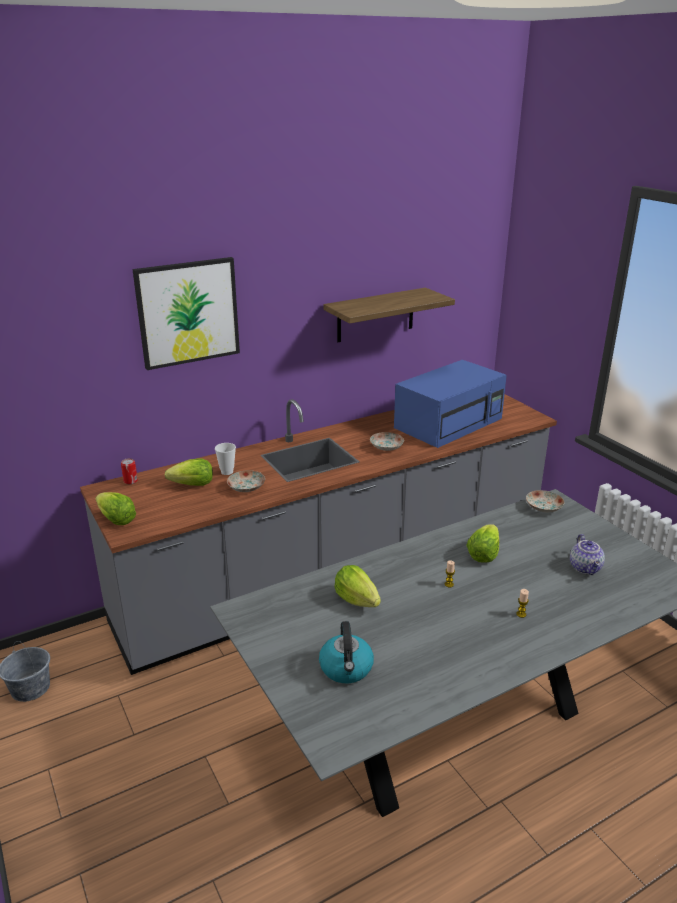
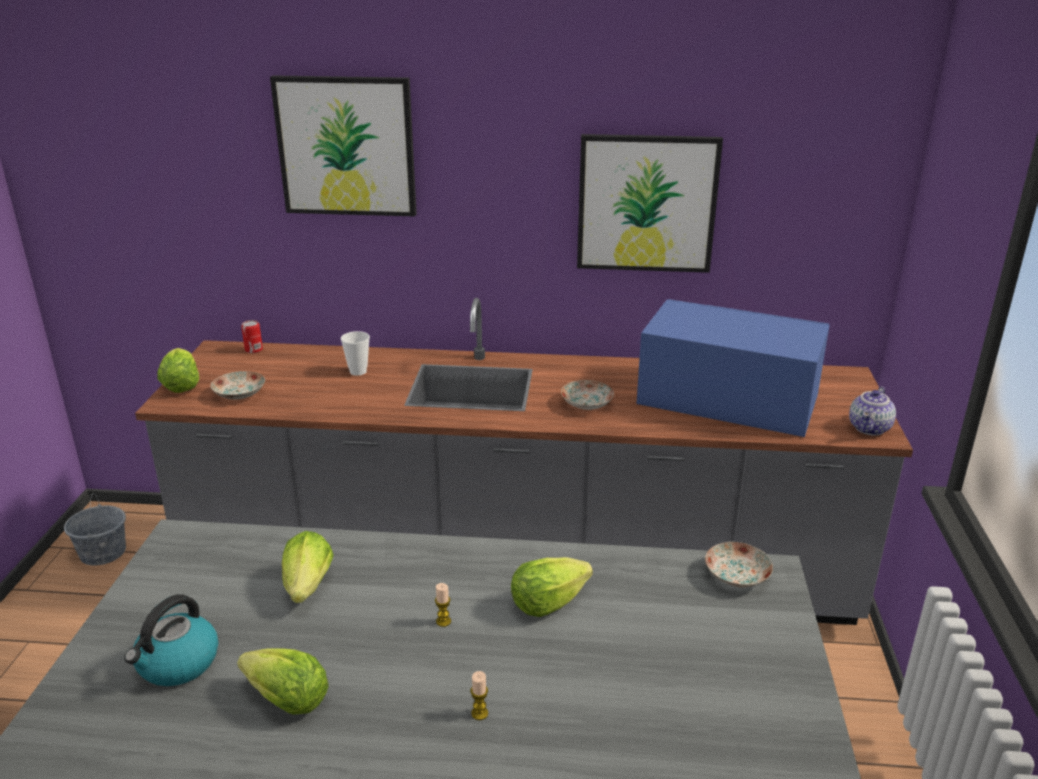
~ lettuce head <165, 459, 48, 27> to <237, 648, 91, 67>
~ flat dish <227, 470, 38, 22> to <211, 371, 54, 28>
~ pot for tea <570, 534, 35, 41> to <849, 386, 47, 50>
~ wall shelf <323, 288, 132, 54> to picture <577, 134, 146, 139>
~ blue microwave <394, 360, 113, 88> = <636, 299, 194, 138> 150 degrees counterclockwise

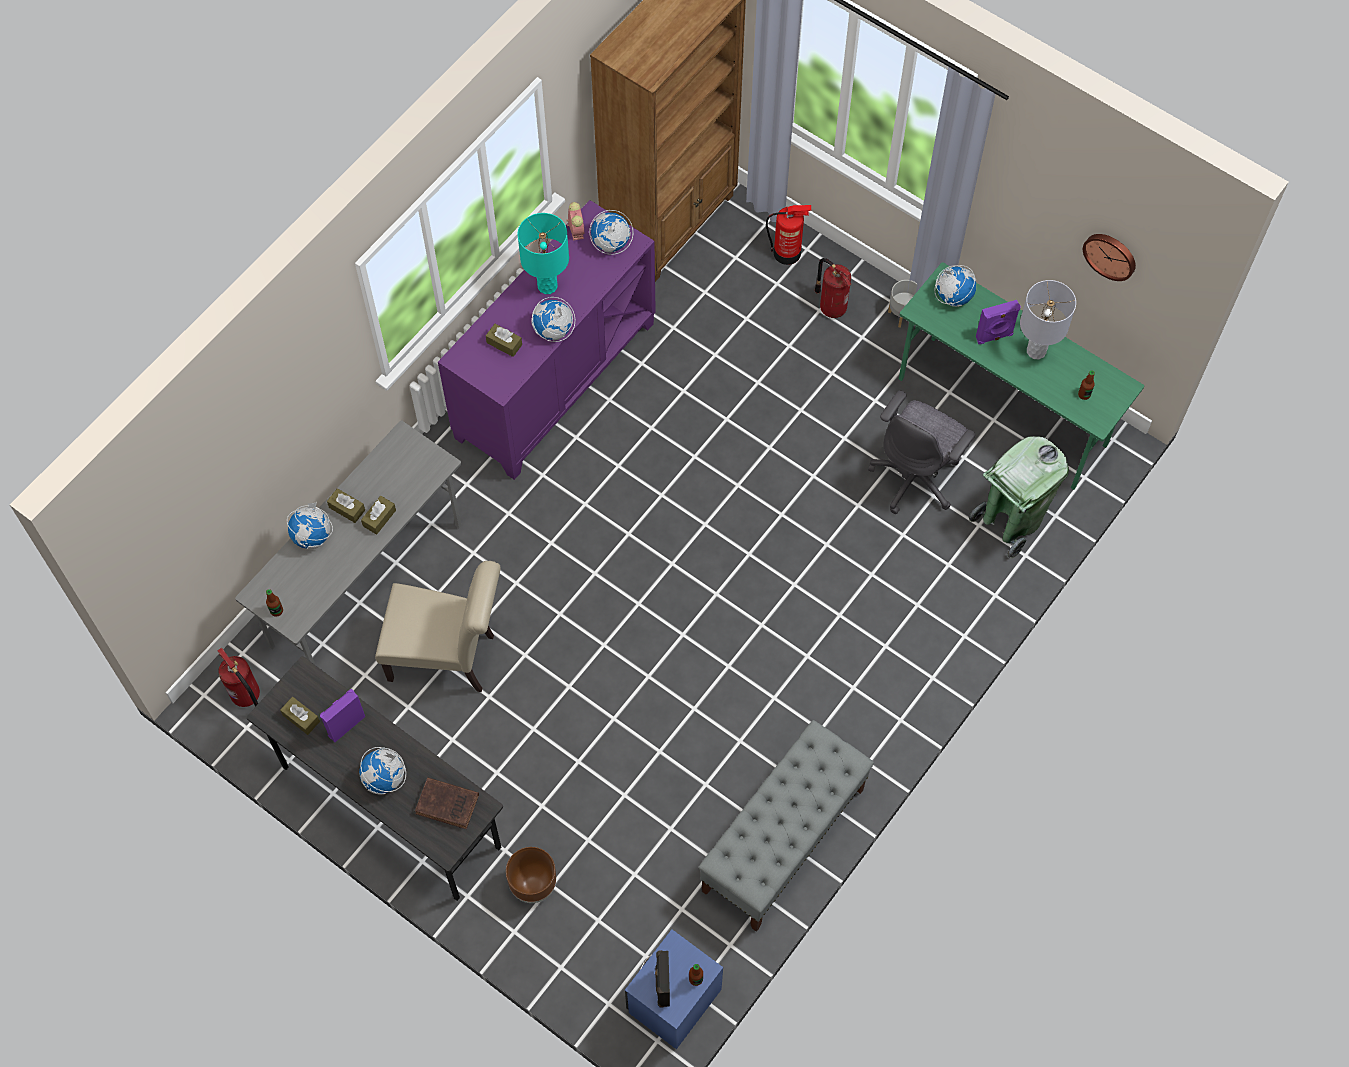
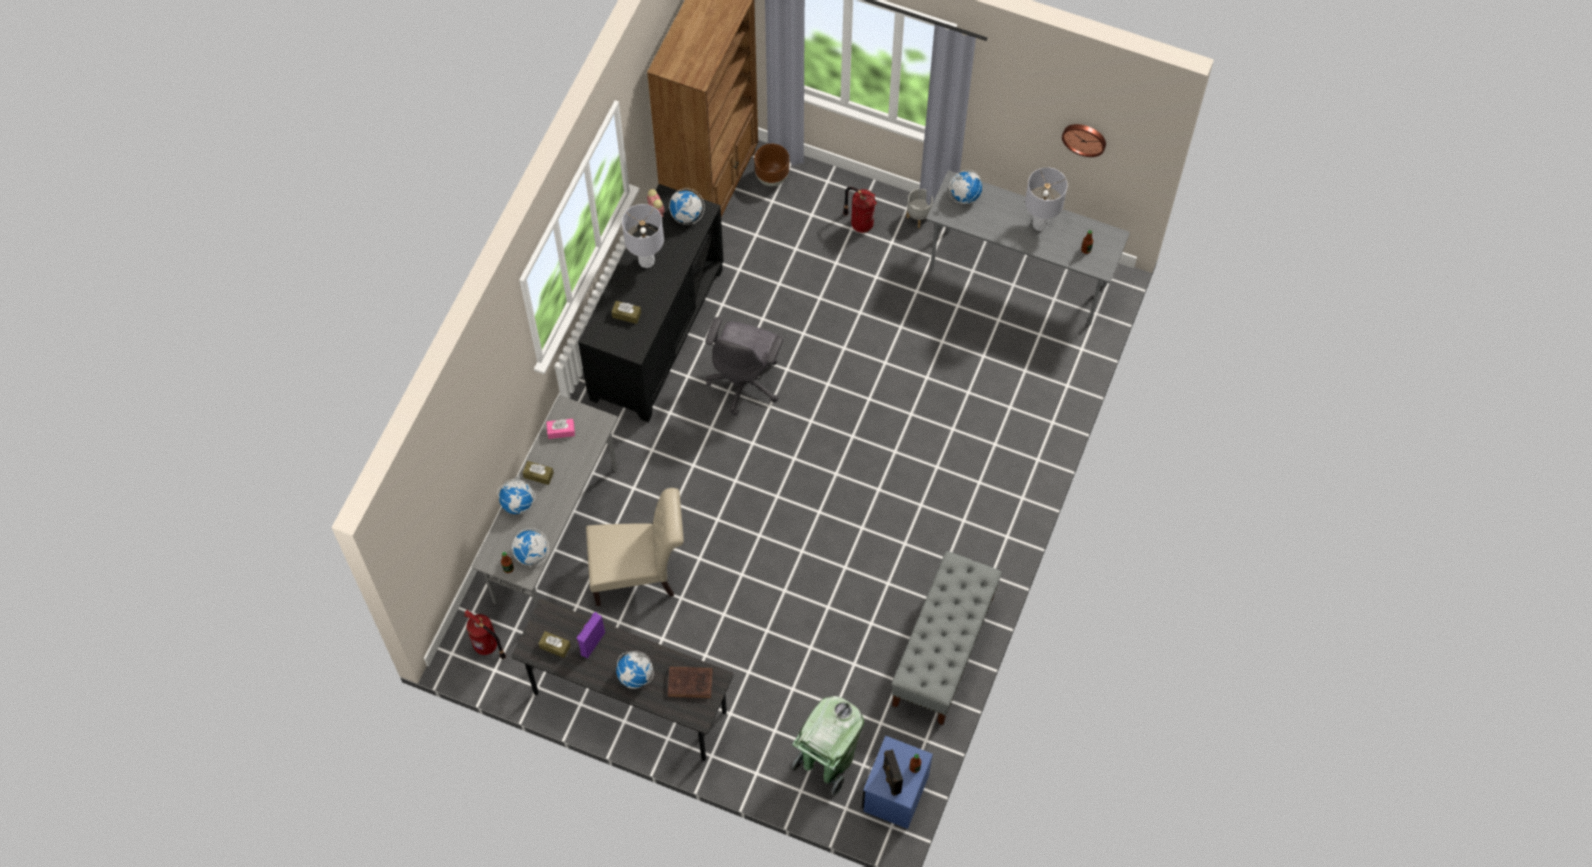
- brownish tissue box <361, 496, 35, 39>
- fire-fighting cylinder <766, 205, 45, 60>
- purple-coloured audio speaker <976, 300, 45, 44>
+ pink tissue box <546, 419, 29, 20>
~ brownish flower pot <506, 847, 50, 56> to <754, 144, 35, 42>
~ desk globe <531, 297, 44, 45> to <512, 528, 37, 38>
~ grey computer chair <868, 390, 108, 124> to <705, 317, 79, 98>
~ green trash can <969, 436, 100, 122> to <791, 696, 73, 100>
~ purple-coloured cupboard <438, 200, 218, 280> to blackish cupboard <578, 184, 146, 238>
~ blue-green lamp for a table <517, 213, 52, 81> to grey lamp for a table <622, 204, 42, 64>
~ green desk <899, 262, 245, 228> to grey desk <927, 170, 203, 155>

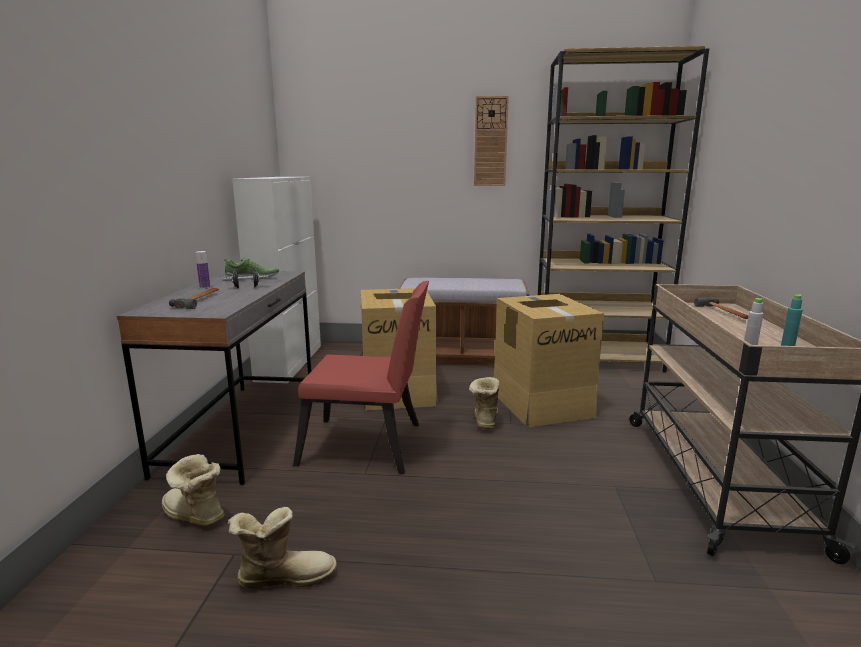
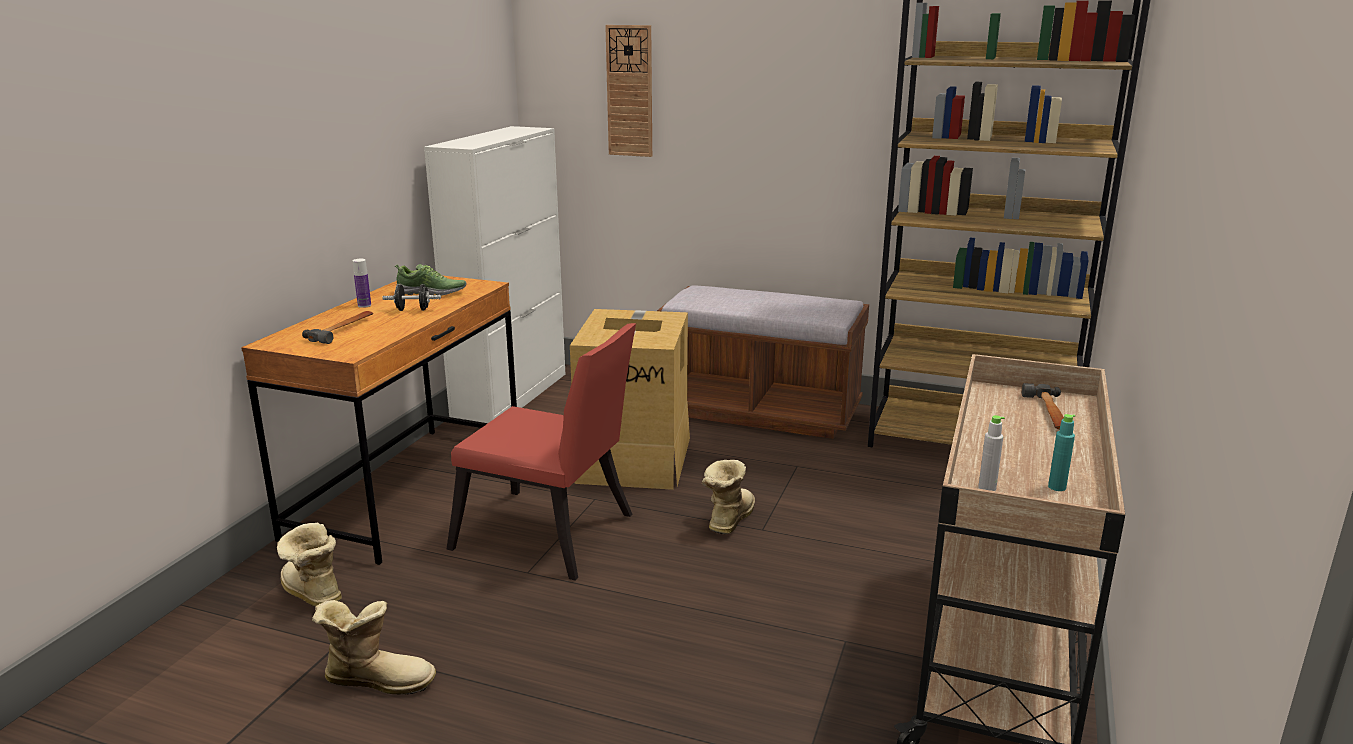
- cardboard box <494, 294, 110, 133>
~ hanging clock <474, 96, 35, 90> to <605, 25, 47, 132>
~ grey desk <117, 271, 194, 214> to brownish desk <241, 276, 276, 289>

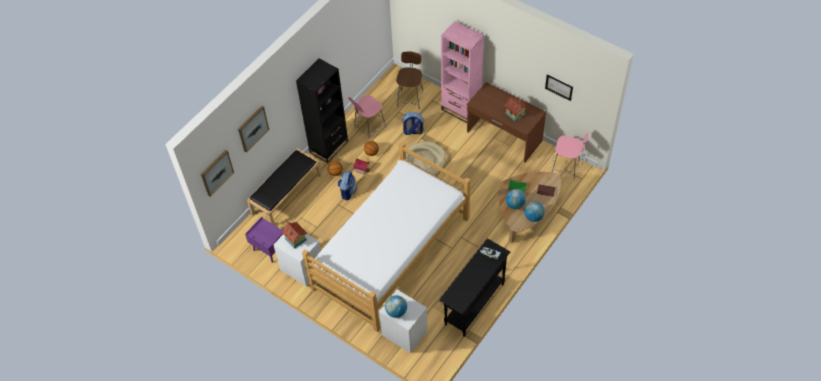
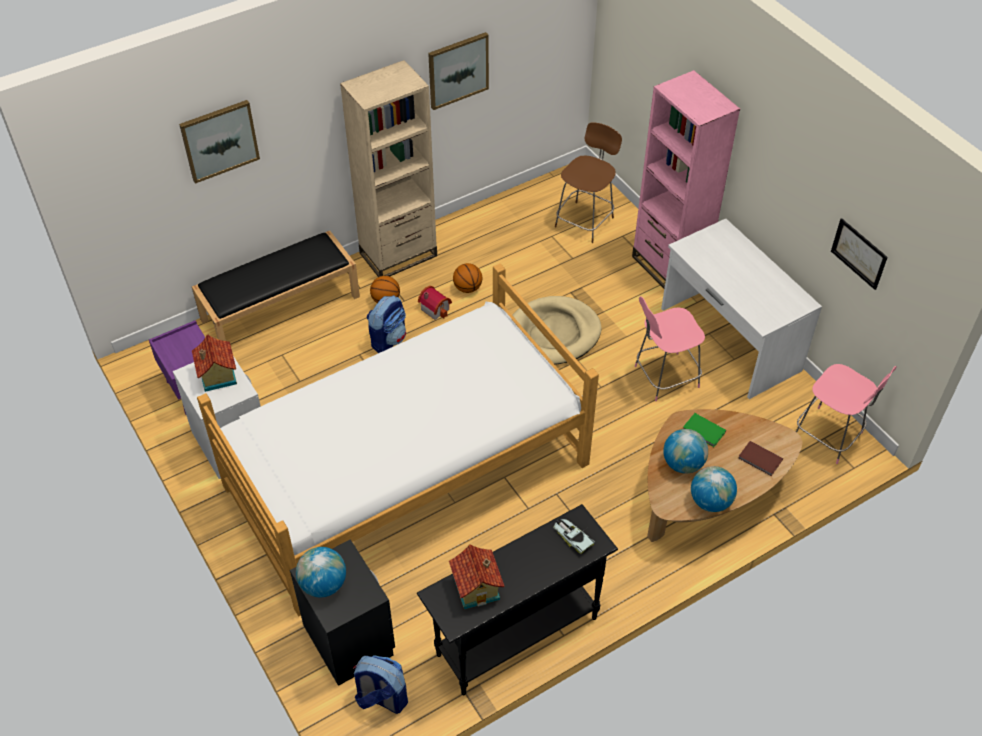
~ picture <201, 150, 33, 47> to <428, 32, 61, 78>
~ pink chair <348, 95, 38, 45> to <635, 296, 70, 105>
~ knapsack <402, 112, 22, 23> to <353, 655, 55, 59>
~ model house <504, 97, 24, 25> to <449, 544, 55, 65>
~ blackish bookshelf <296, 58, 52, 105> to sand-coloured bookshelf <340, 60, 97, 217>
~ white-coloured night table <379, 289, 49, 64> to blackish night table <290, 539, 105, 147>
~ brownish desk <467, 82, 79, 81> to white-coloured desk <661, 219, 161, 180>

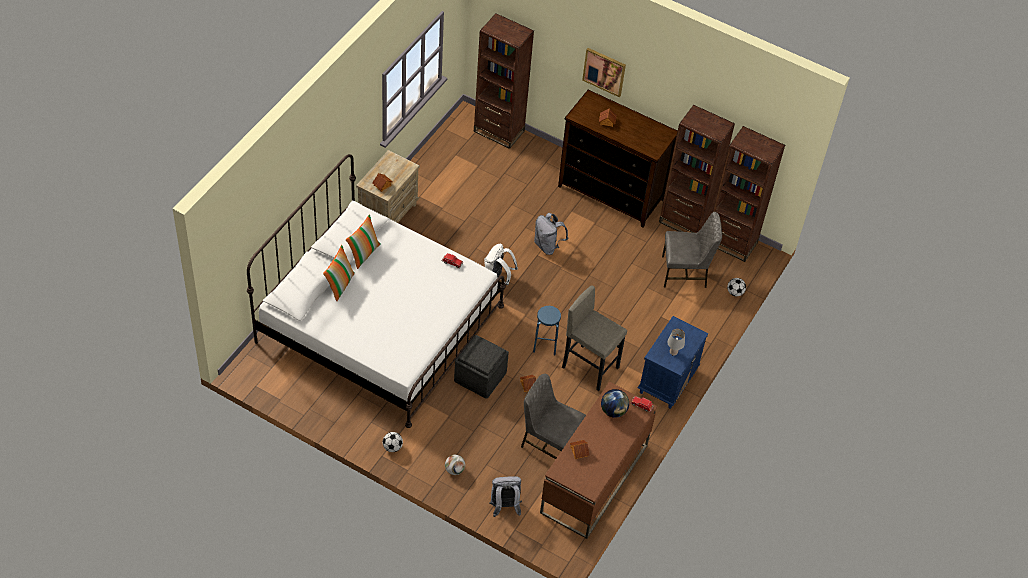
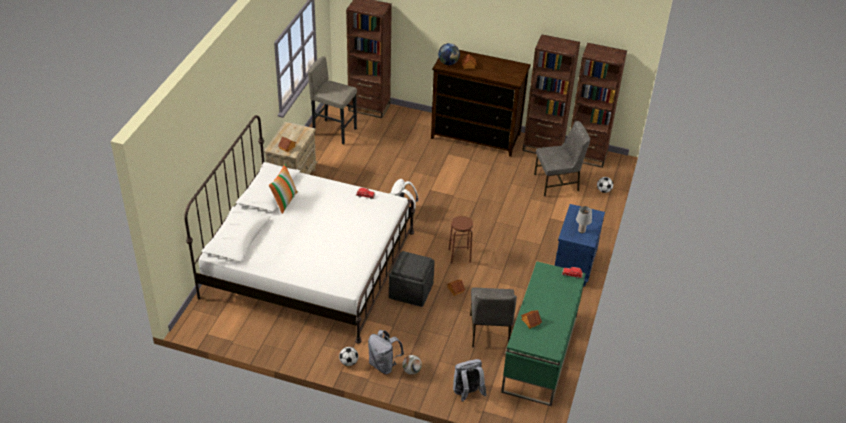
- cushion <323, 245, 32, 56>
- picture <582, 48, 44, 49>
~ grey knapsack <534, 213, 34, 42> to <368, 330, 36, 44>
~ grey stool seat <562, 285, 65, 106> to <308, 56, 49, 88>
~ desk globe <601, 389, 28, 29> to <438, 43, 22, 22>
~ blue stool seat <533, 306, 28, 50> to brownish stool seat <449, 216, 24, 48>
~ brownish desk <540, 382, 117, 157> to green desk <501, 261, 85, 145>
~ grey chair <521, 374, 65, 85> = <470, 288, 47, 59> 105 degrees counterclockwise

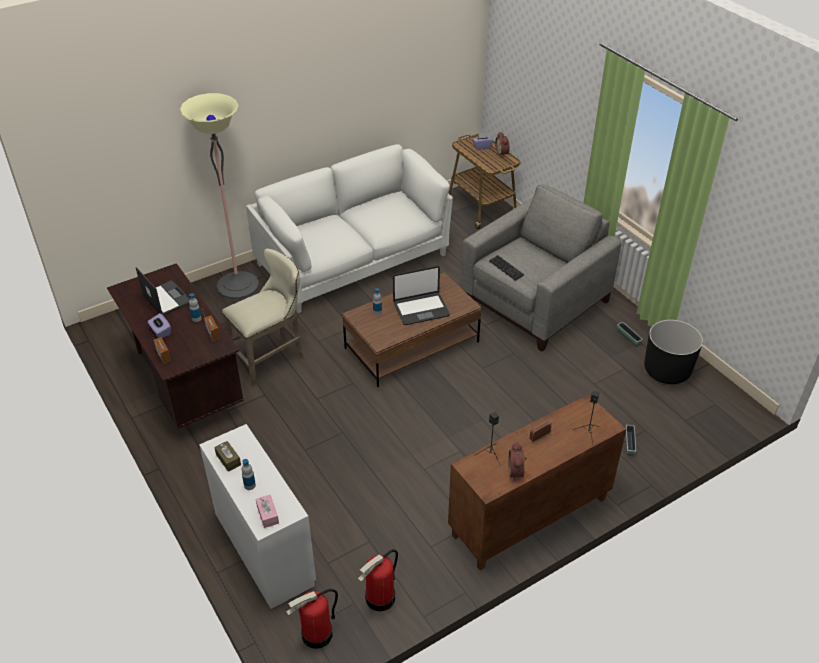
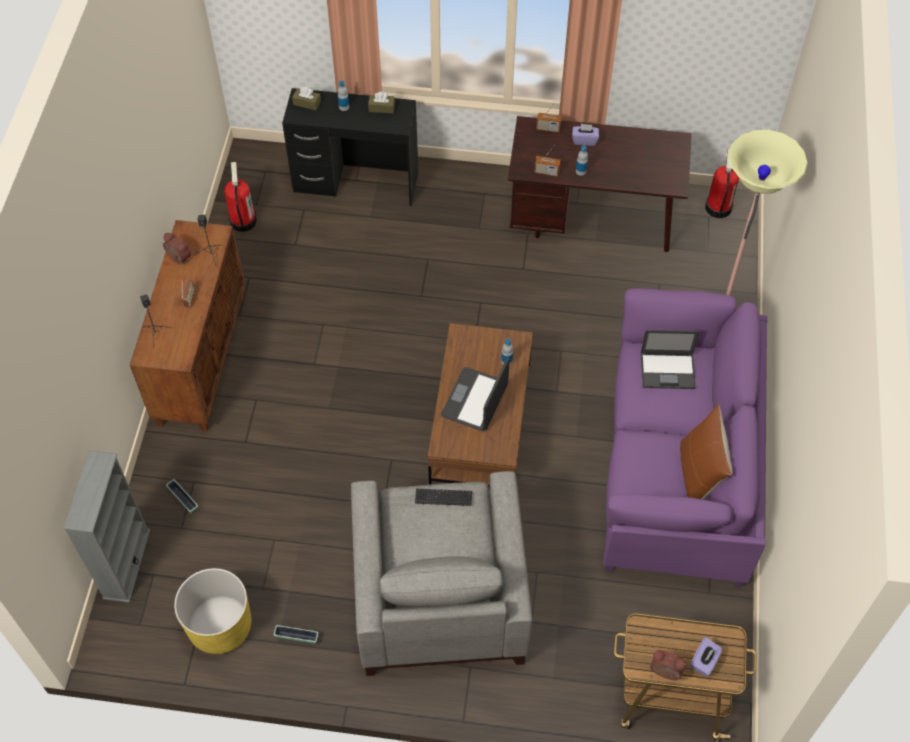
- sand-coloured stool seat <222, 249, 81, 137>
+ grey bookshelf <63, 450, 87, 153>
+ brownish cushion <680, 403, 53, 97>
~ portable computer <136, 267, 54, 48> to <641, 330, 58, 59>
~ fire-fighting cylinder <286, 589, 52, 60> to <705, 148, 34, 70>
~ white-coloured desk <199, 424, 117, 185> to blackish desk <282, 88, 136, 118>
~ white-coloured sofa <246, 144, 207, 169> to purple-coloured sofa <603, 288, 164, 299>
~ pink tissue box <256, 495, 23, 33> to brownish tissue box <292, 87, 29, 23>
~ blackish flower pot <644, 320, 59, 64> to yellow-coloured flower pot <174, 568, 77, 86>

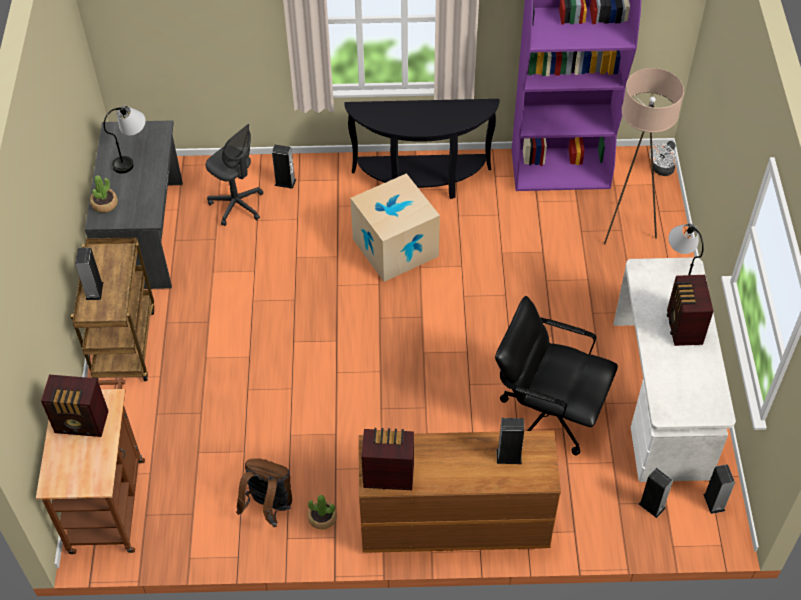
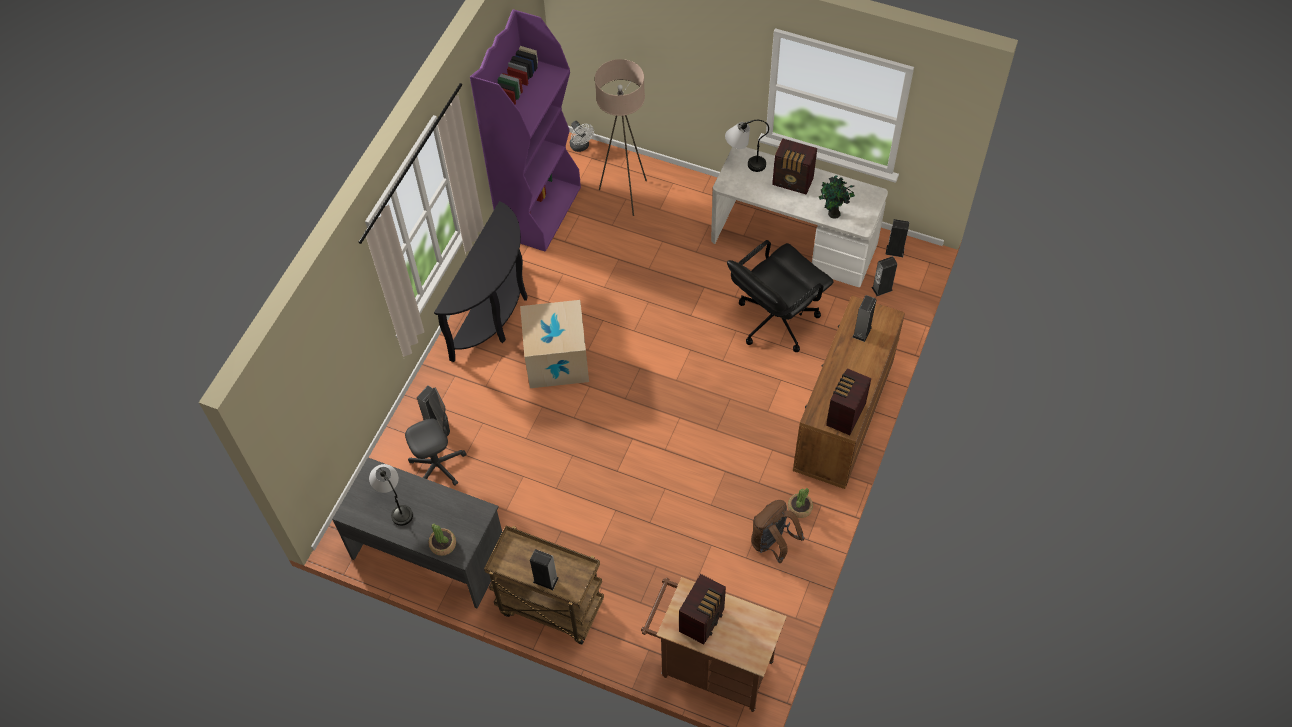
+ potted plant <819, 175, 36, 44>

